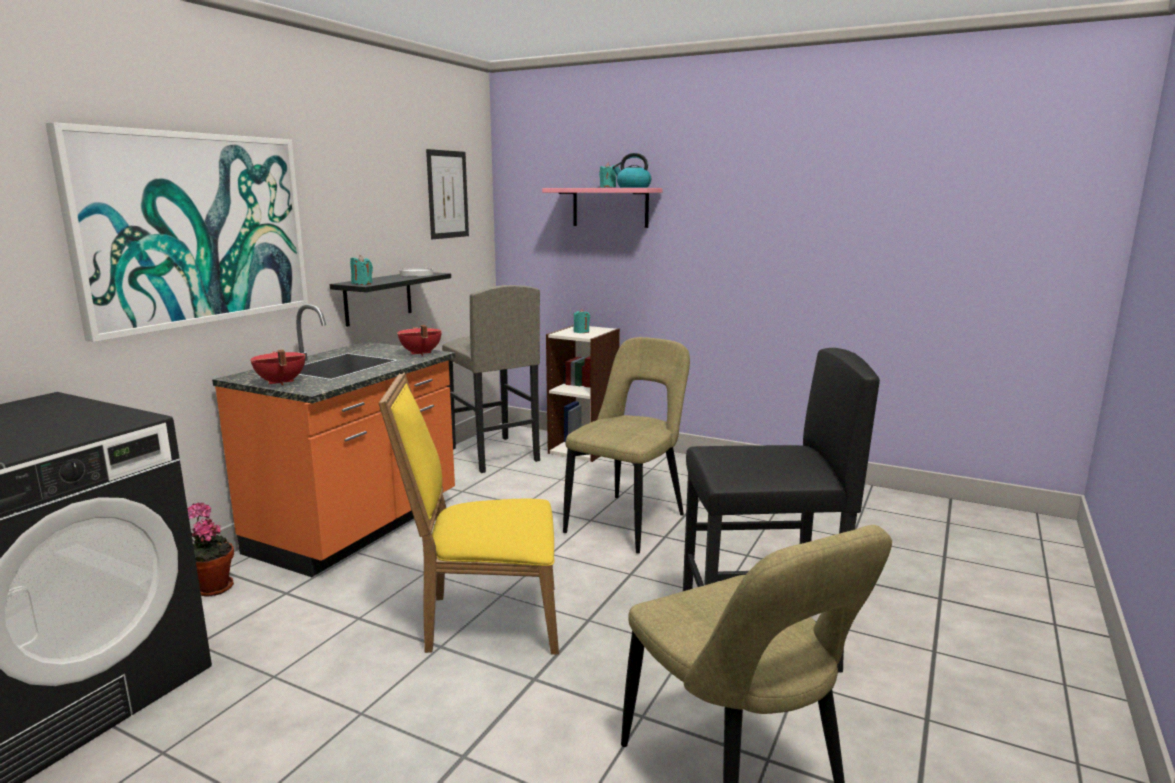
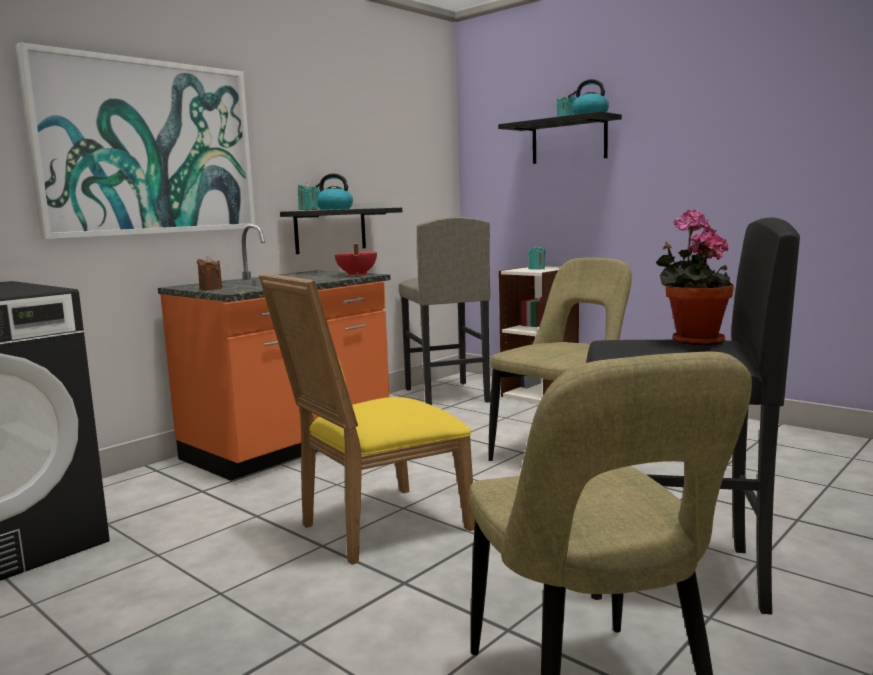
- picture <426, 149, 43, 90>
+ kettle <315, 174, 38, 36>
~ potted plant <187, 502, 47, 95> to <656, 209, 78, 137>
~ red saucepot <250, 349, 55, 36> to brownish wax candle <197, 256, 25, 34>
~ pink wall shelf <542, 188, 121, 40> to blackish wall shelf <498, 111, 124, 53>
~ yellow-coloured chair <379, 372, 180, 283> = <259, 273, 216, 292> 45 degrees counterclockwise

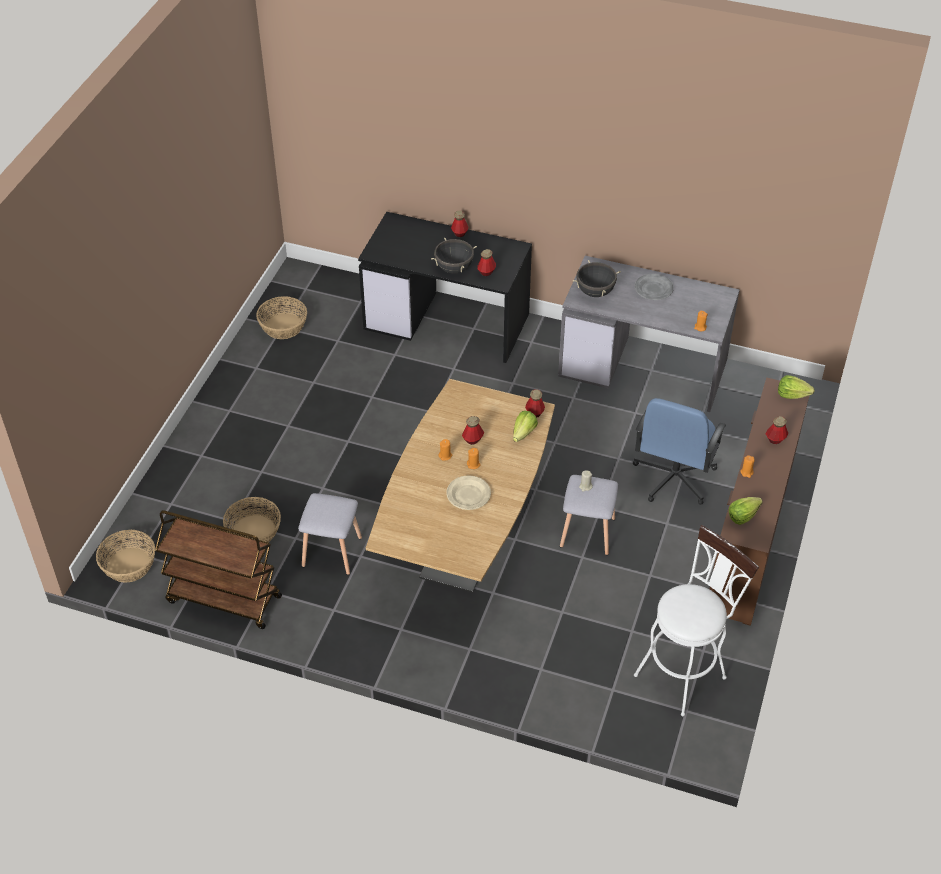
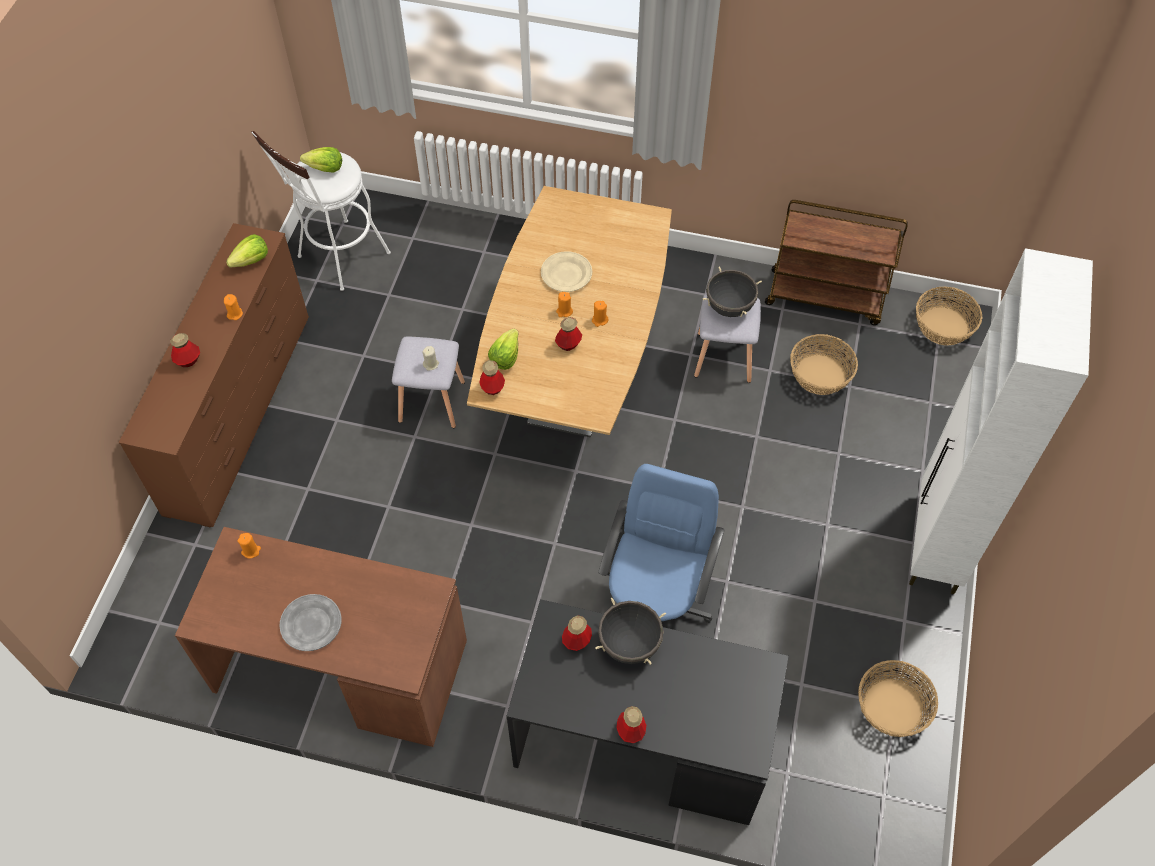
+ white-coloured cupboard <909, 248, 184, 346>
~ blackish saucepot <573, 260, 48, 37> to <703, 267, 59, 50>
~ blue computer chair <633, 398, 93, 107> to <598, 464, 127, 159>
~ lettuce head <778, 375, 37, 24> to <300, 147, 42, 26>
~ grey desk <558, 256, 182, 156> to brownish desk <175, 527, 292, 220>

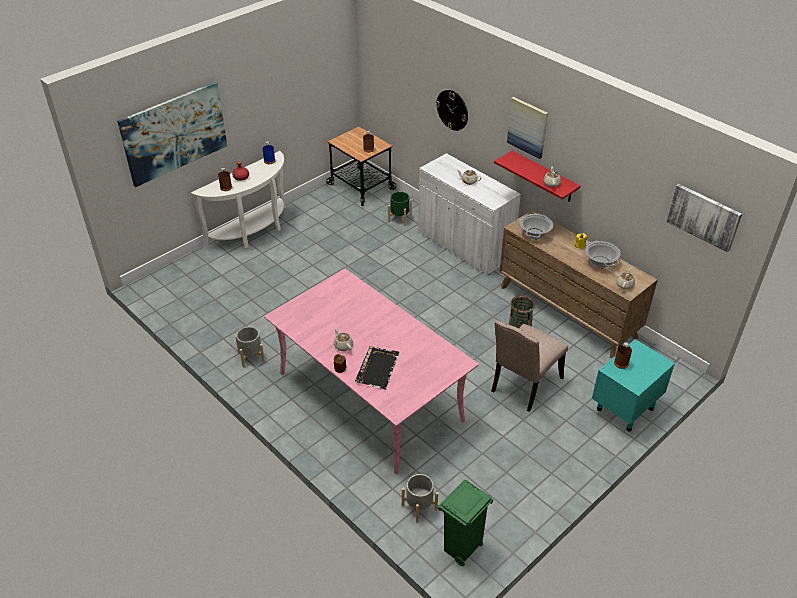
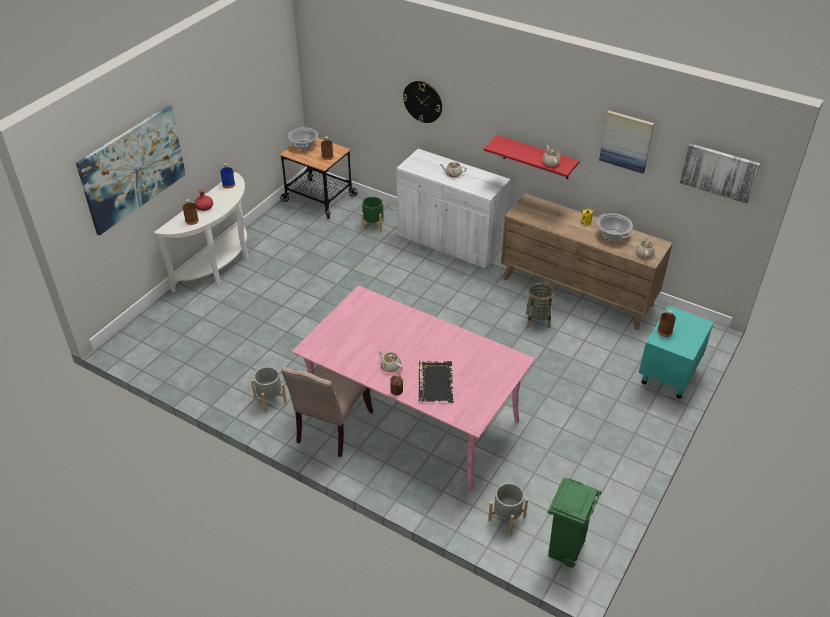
~ sand-coloured chair <491, 320, 77, 92> to <281, 365, 92, 92>
~ picture <507, 97, 41, 62> to <599, 110, 55, 64>
~ saucepot <520, 213, 33, 26> to <288, 128, 30, 22>

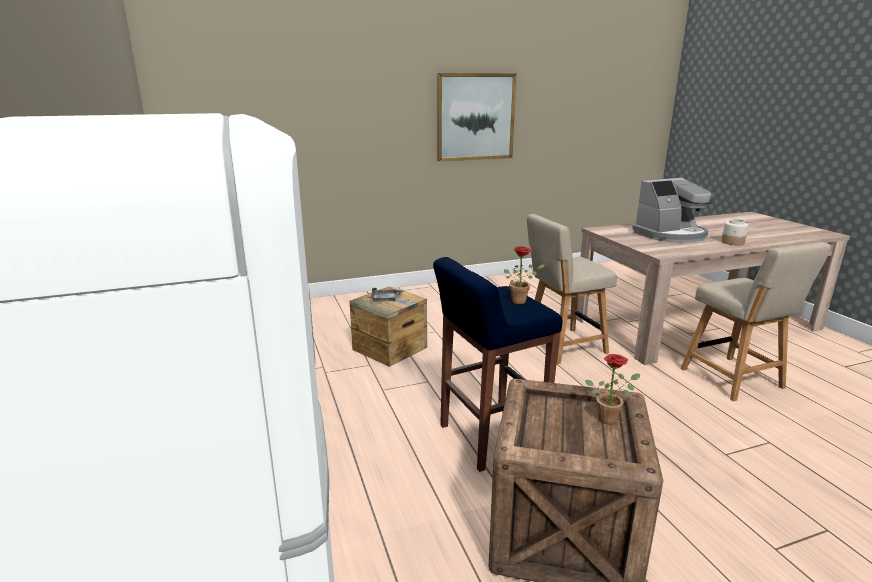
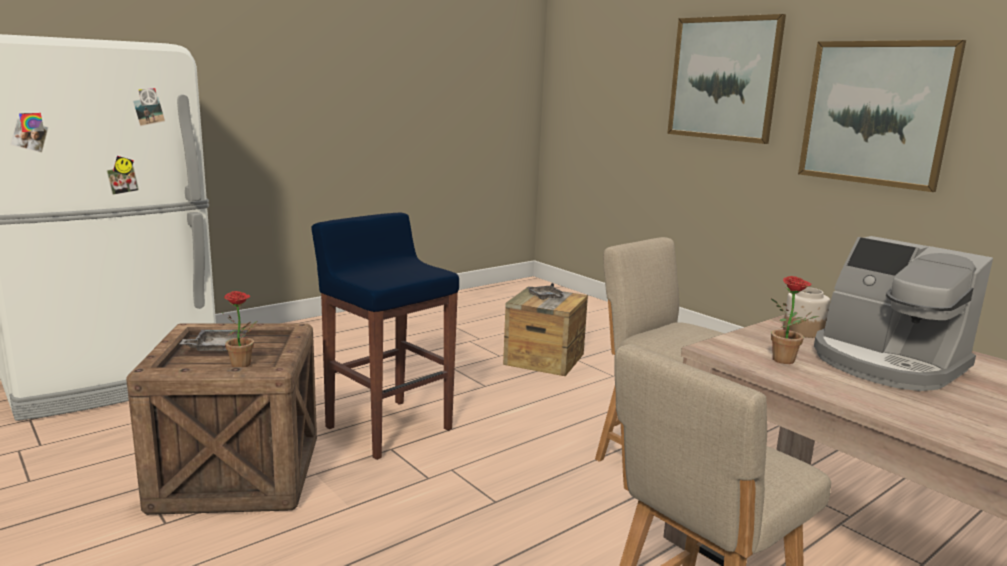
+ grey serving tray <180, 330, 68, 21>
+ picture <667, 14, 119, 130>
~ potted plant <504, 246, 41, 58> to <771, 276, 48, 88>
~ jar <721, 219, 27, 26> to <783, 287, 47, 51>

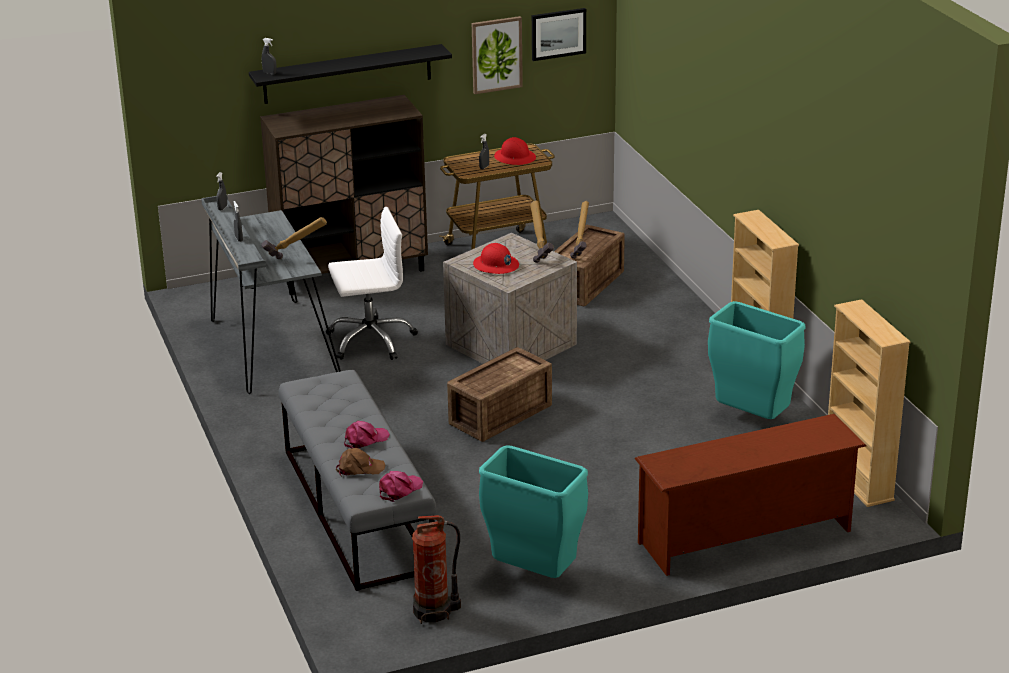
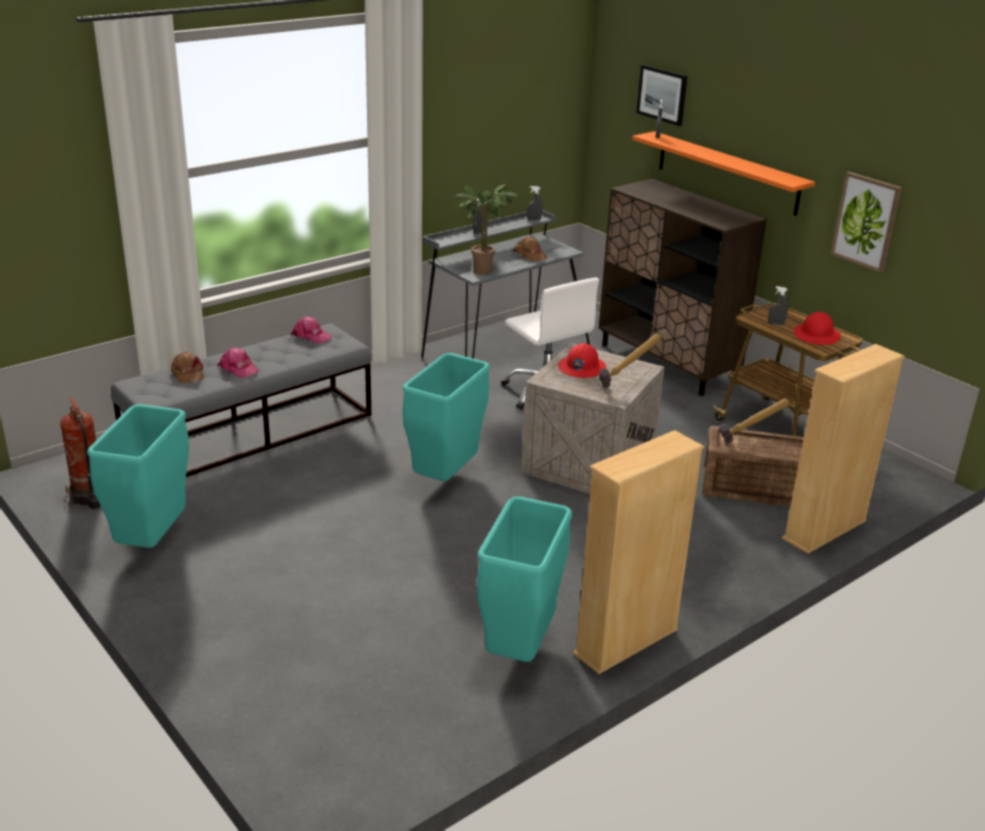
- brownish shoe shelf <634, 414, 232, 162>
+ brownish baseball cap <513, 236, 35, 26>
~ pink baseball cap <379, 471, 44, 31> to <291, 316, 41, 28>
~ picture <532, 8, 54, 53> to <637, 65, 50, 61>
~ sand-coloured bookshelf <828, 299, 83, 208> to <782, 344, 123, 210>
~ hammer <261, 217, 66, 42> to potted plant <456, 184, 62, 91>
~ packing crate <447, 347, 105, 95> to blue-green trash can <403, 353, 87, 128>
~ blackish wall shelf <249, 44, 203, 60> to orangey wall shelf <632, 131, 183, 85>

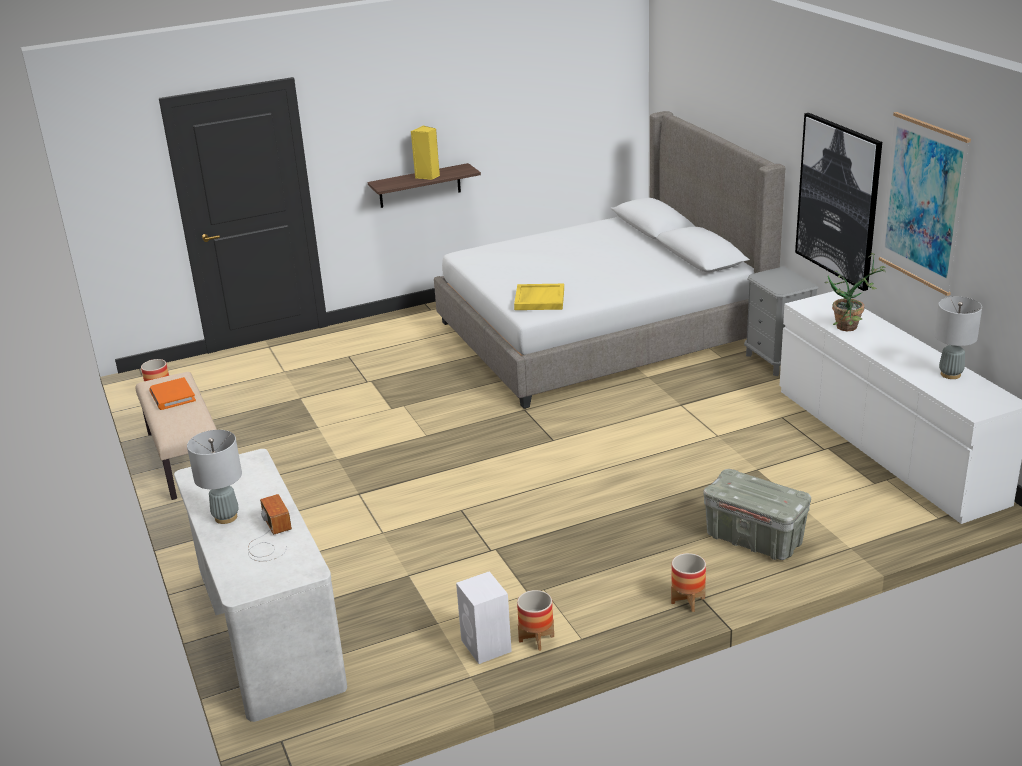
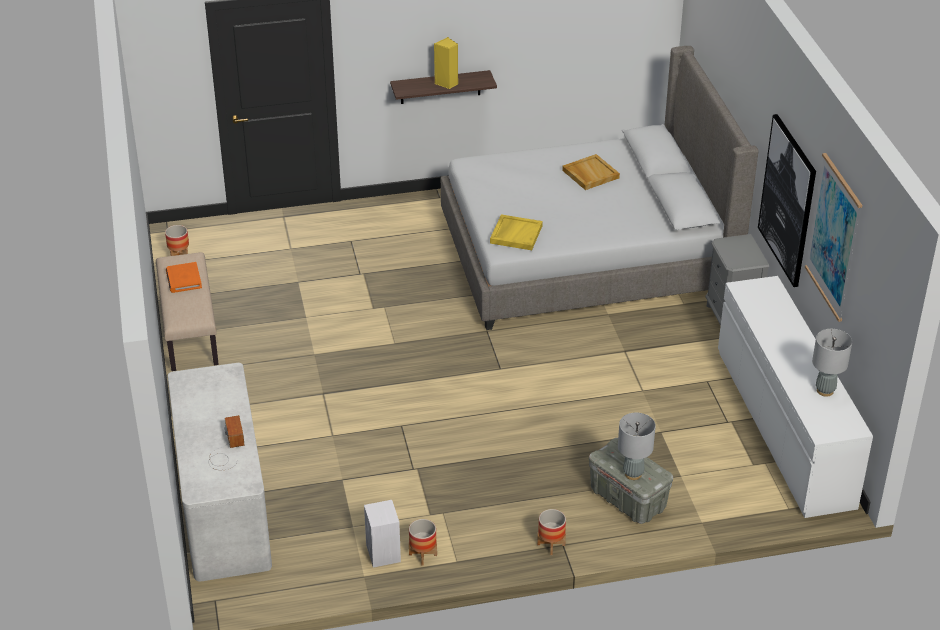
- potted plant <825, 253, 61, 78>
+ sand-coloured serving tray <562, 154, 58, 36>
~ grey lamp for a table <187, 430, 55, 94> to <618, 413, 38, 67>

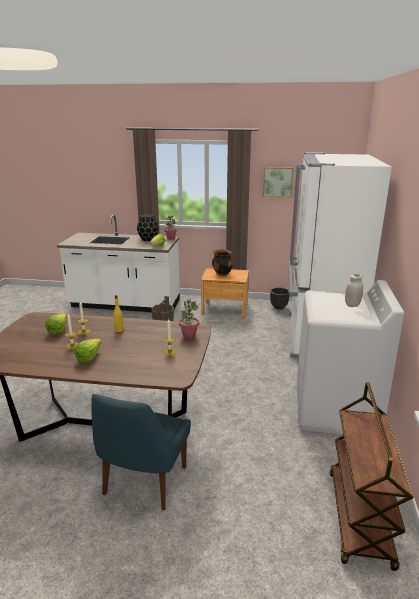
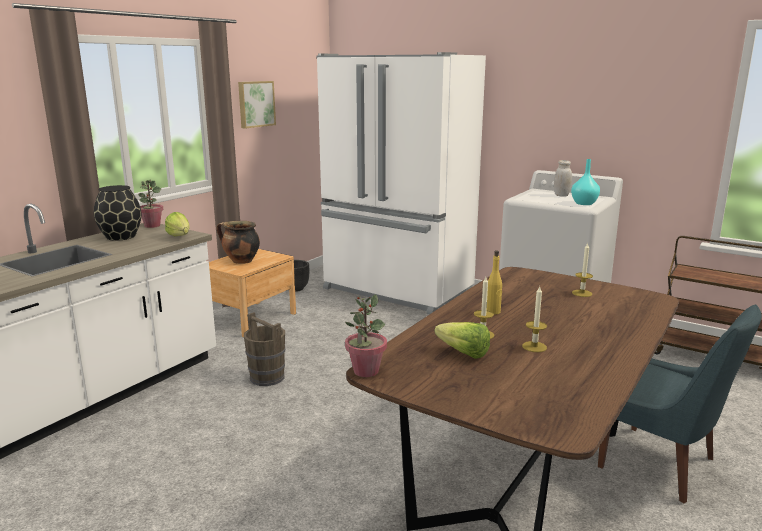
- lettuce head <74, 339, 27, 24>
+ blue-green flower vase <571, 159, 29, 46>
~ potted plant <179, 299, 20, 40> to <345, 294, 42, 83>

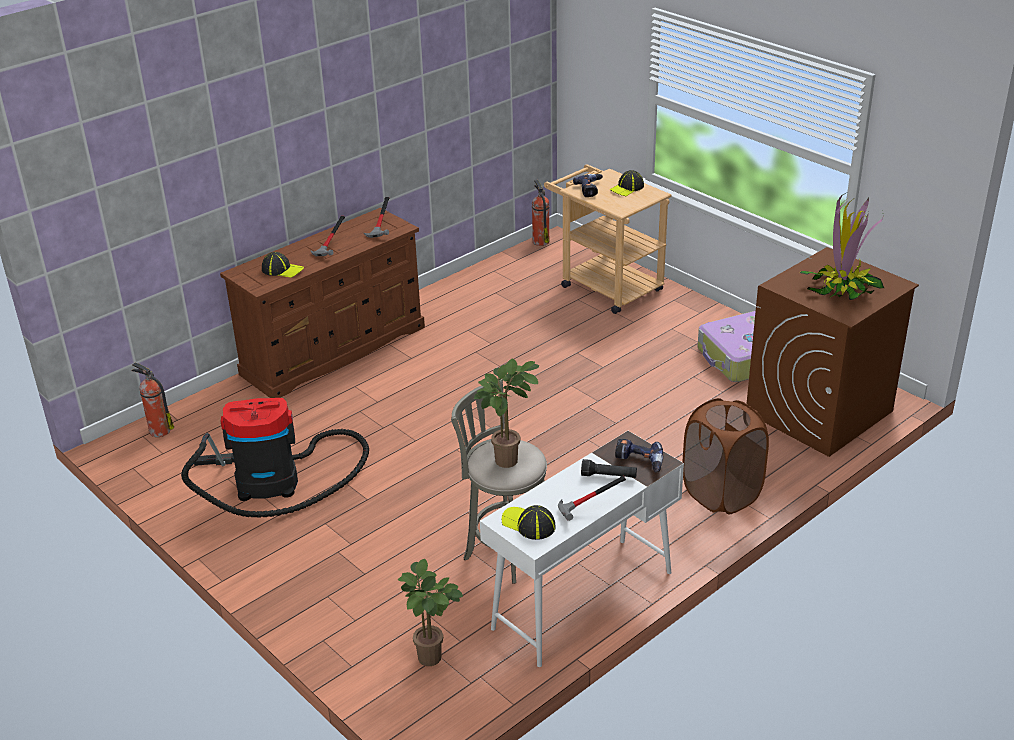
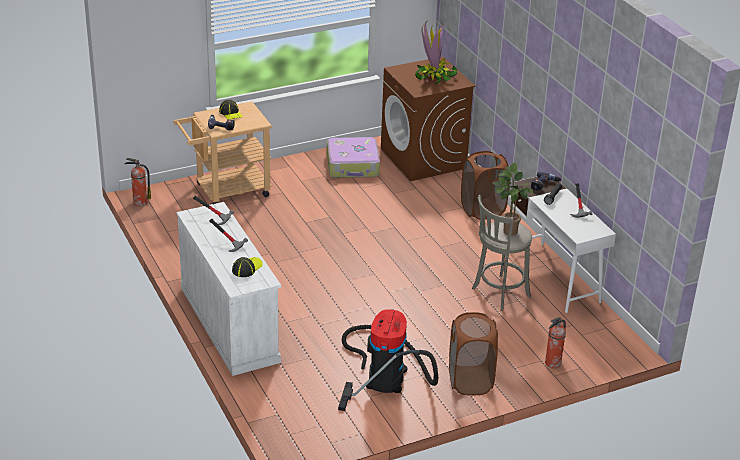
- potted plant <398, 559, 65, 107>
- baseball cap <502, 505, 54, 35>
+ brownish hamper <449, 312, 49, 83>
~ fire-fighting cylinder <132, 362, 42, 75> to <545, 317, 21, 52>
~ brownish chest of drawers <220, 208, 205, 190> to white-coloured chest of drawers <176, 202, 105, 174>

